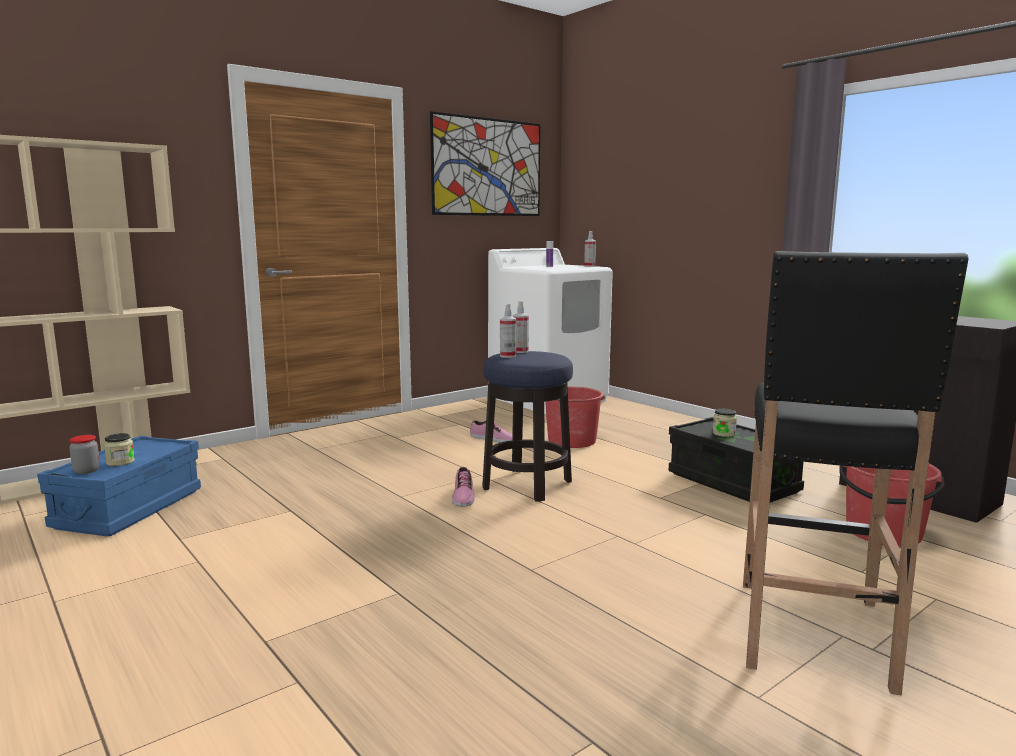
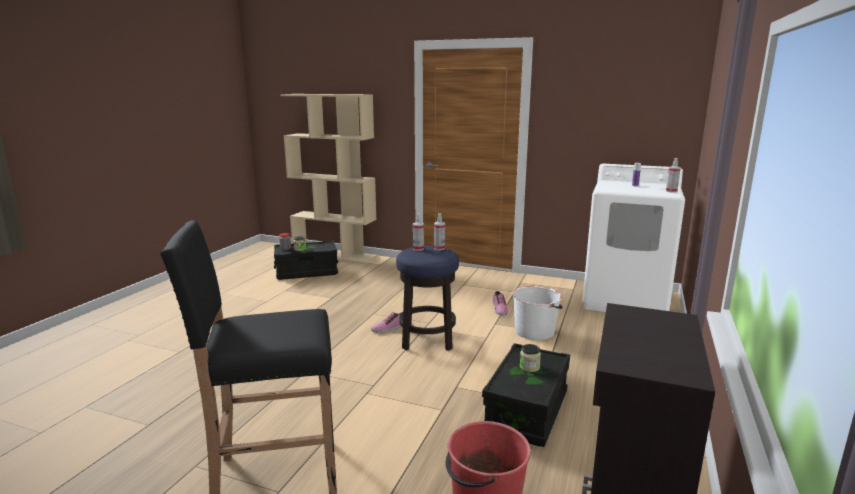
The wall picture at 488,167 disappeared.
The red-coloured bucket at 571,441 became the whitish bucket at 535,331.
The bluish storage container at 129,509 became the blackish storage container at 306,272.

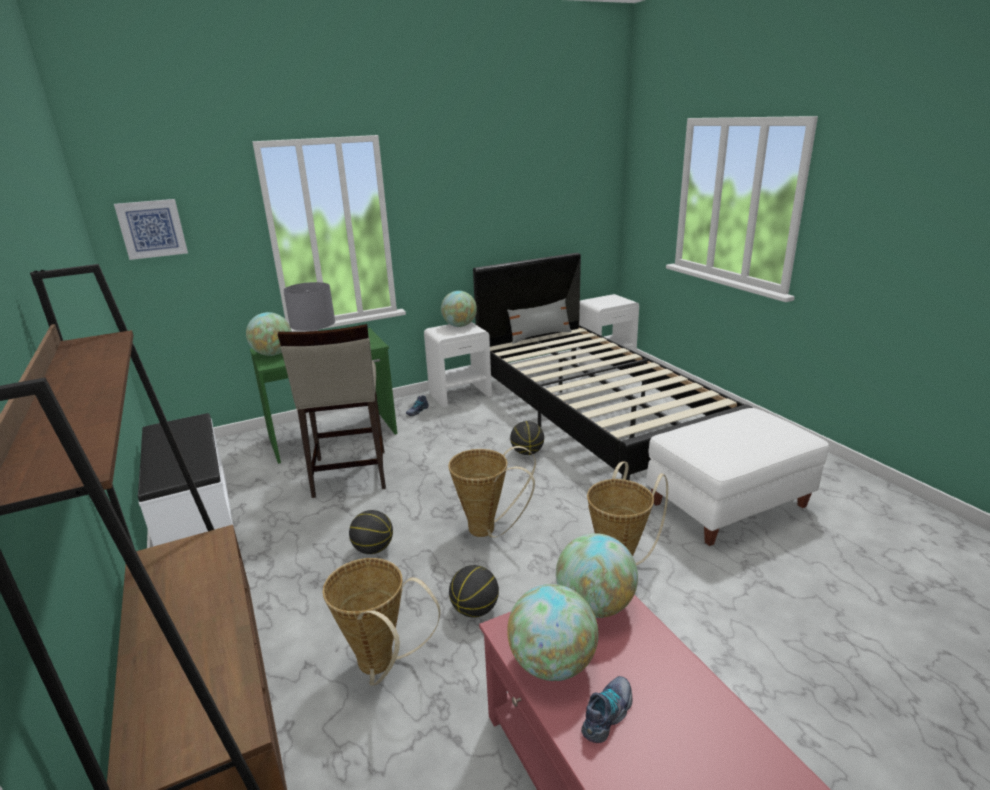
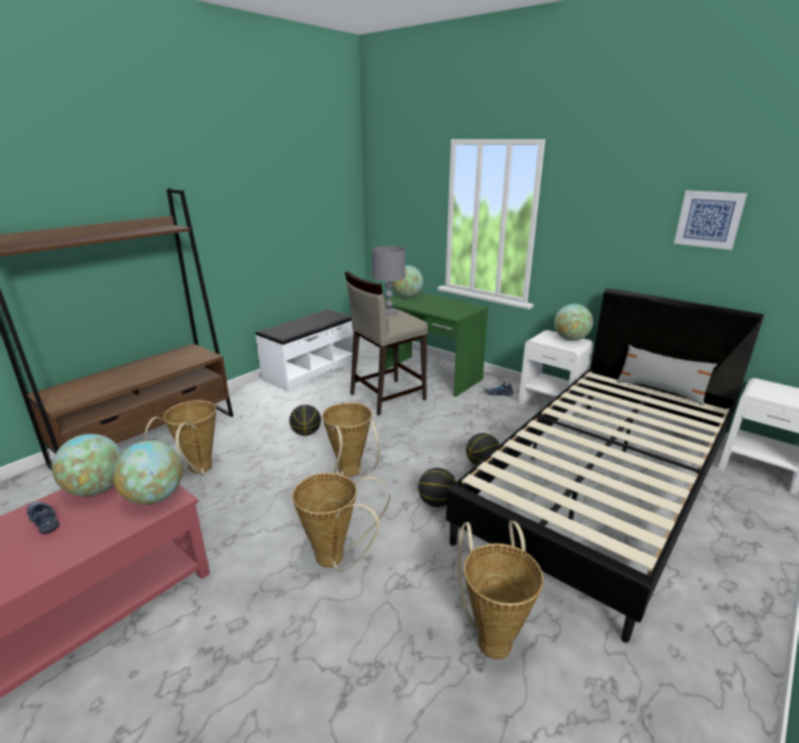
The wall picture moved from 152,229 to 709,219.
The whitish pouffe at 727,504 was replaced by the household basket at 493,637.
The basketball moved from 474,609 to 436,502.
The shoe at 608,714 turned 150 degrees counterclockwise.

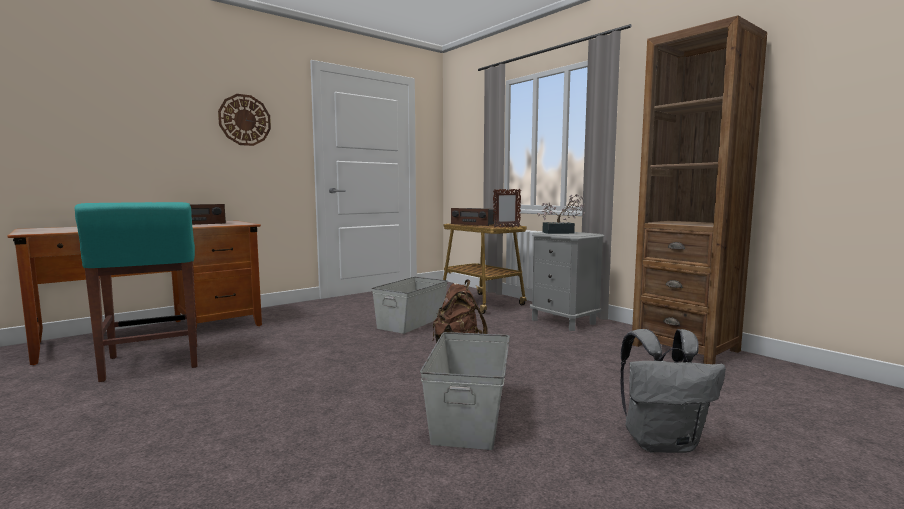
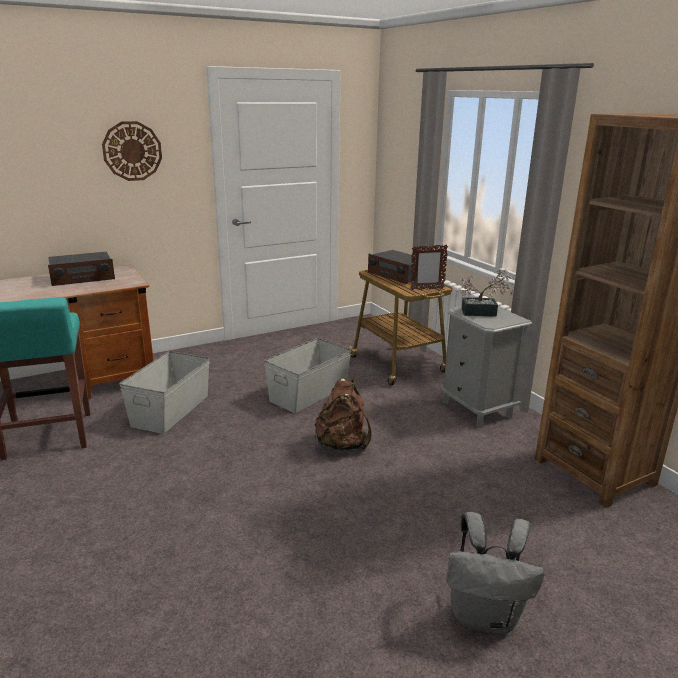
The gray storage container moved from 470,415 to 171,410.

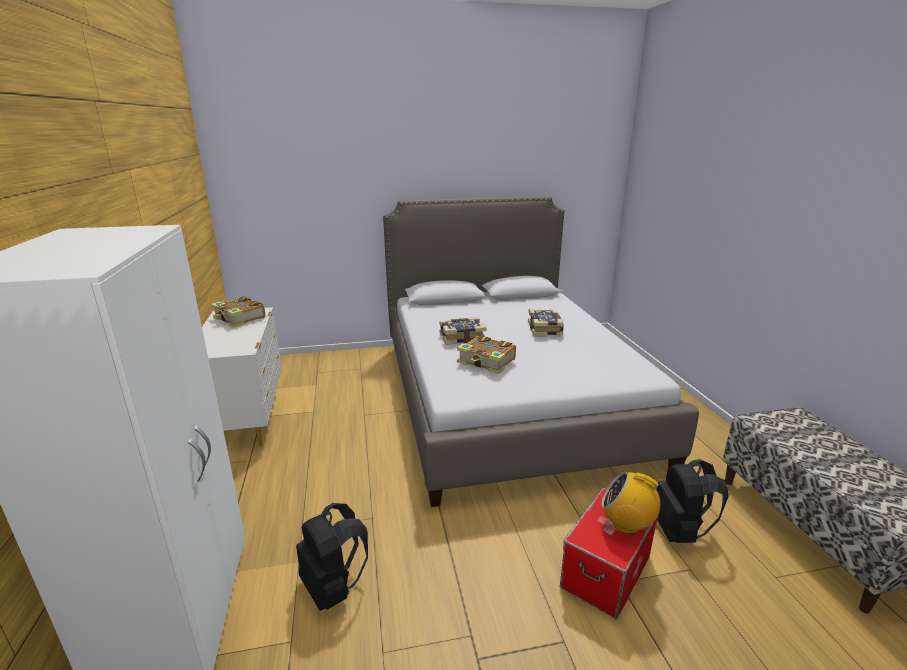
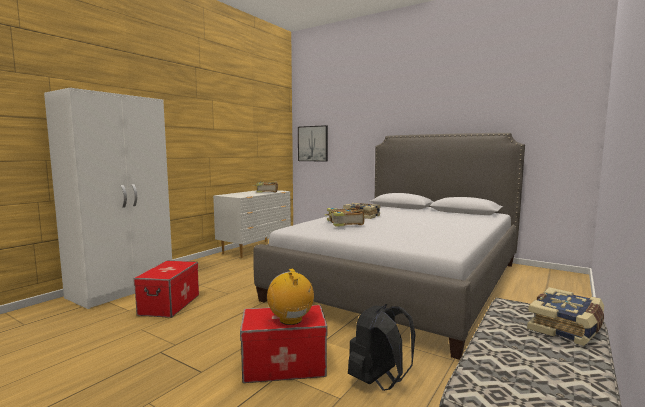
The book moved from 545,329 to 567,328.
The blackish rucksack at 333,587 was replaced by the storage container at 170,305.
The wall picture at 313,143 appeared.

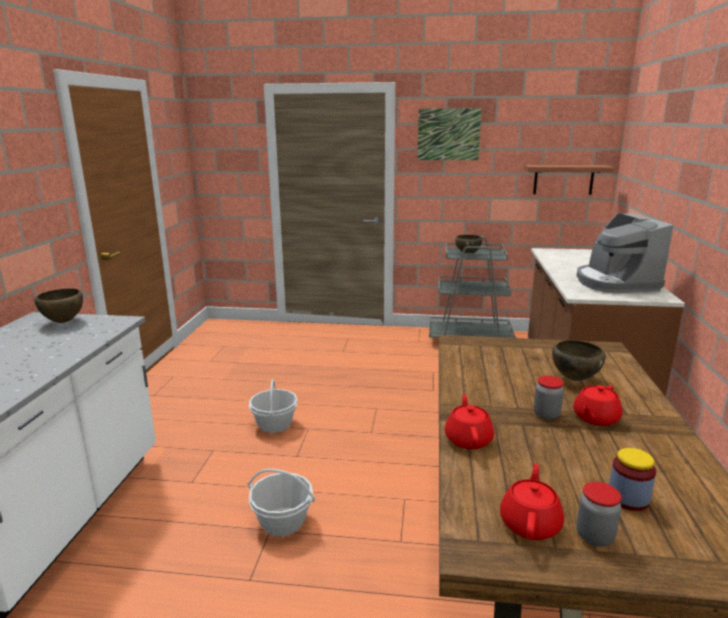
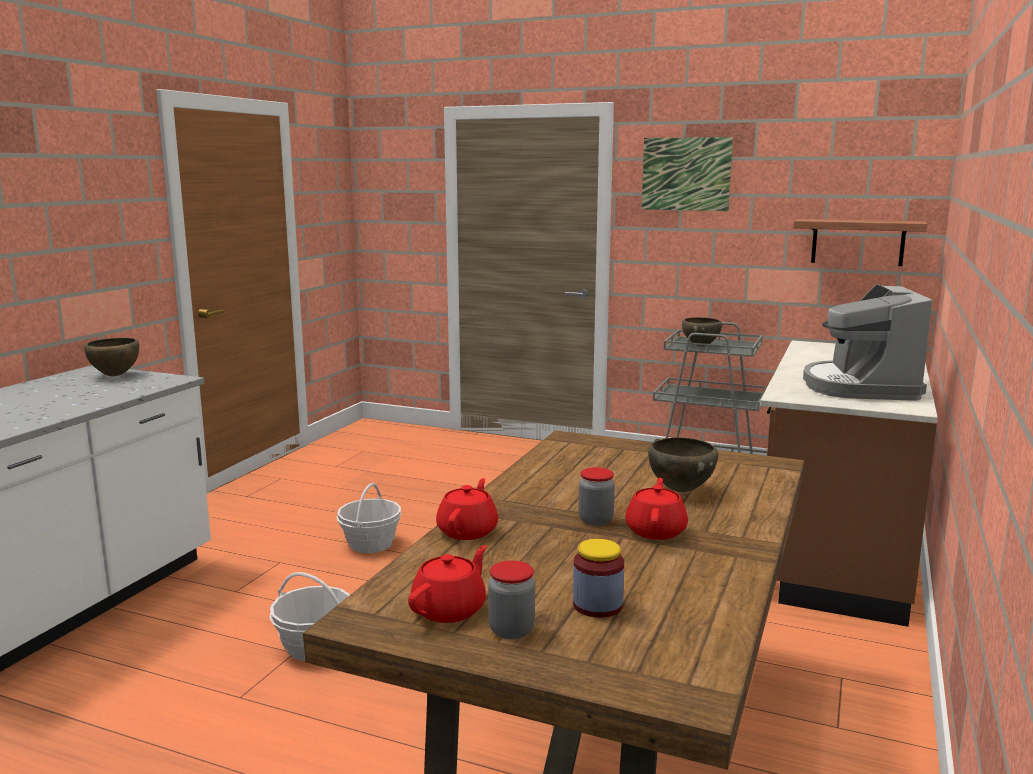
The red-coloured tea pot at 595,418 turned 135 degrees clockwise.

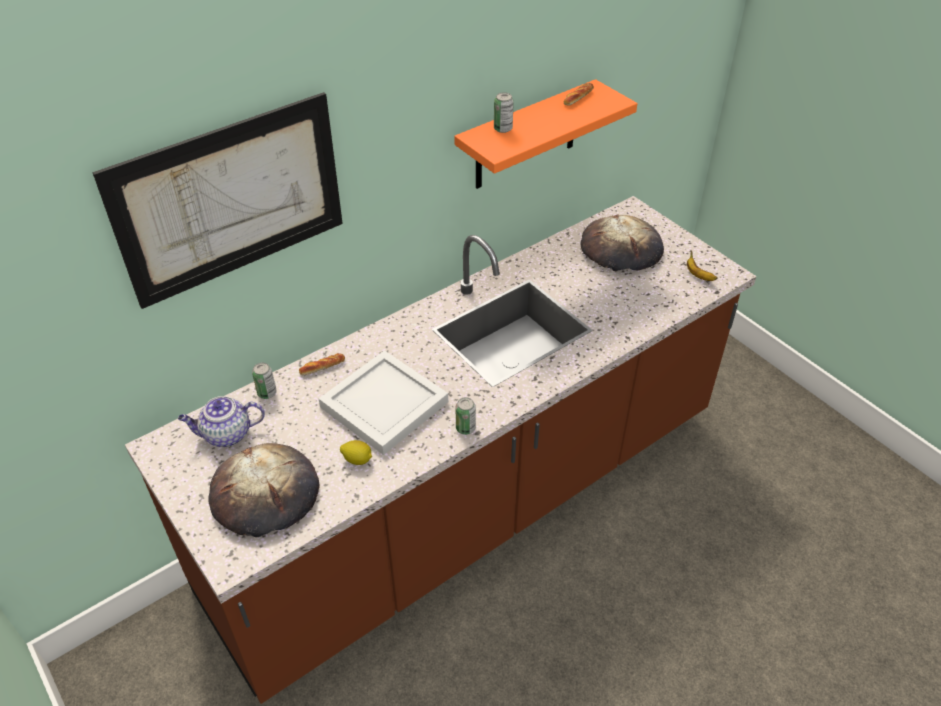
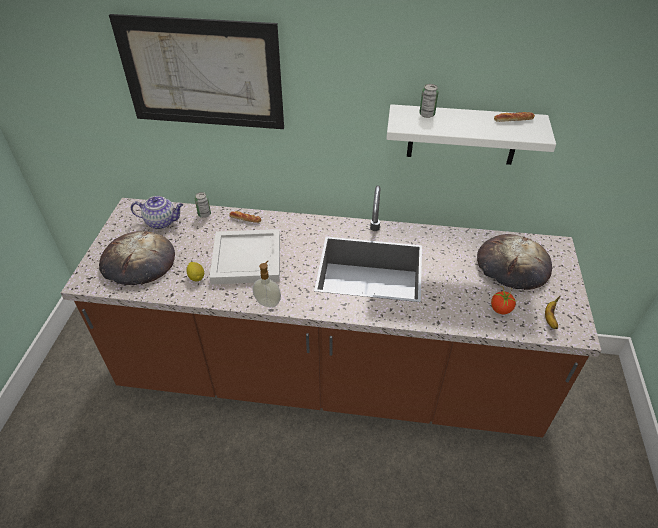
The orange shelf at 526,136 became the whitish shelf at 463,135.
The tea pot at 226,435 turned 150 degrees clockwise.
The sealed can at 465,428 was replaced by the soap bottle at 268,302.
The tomato at 500,309 appeared.

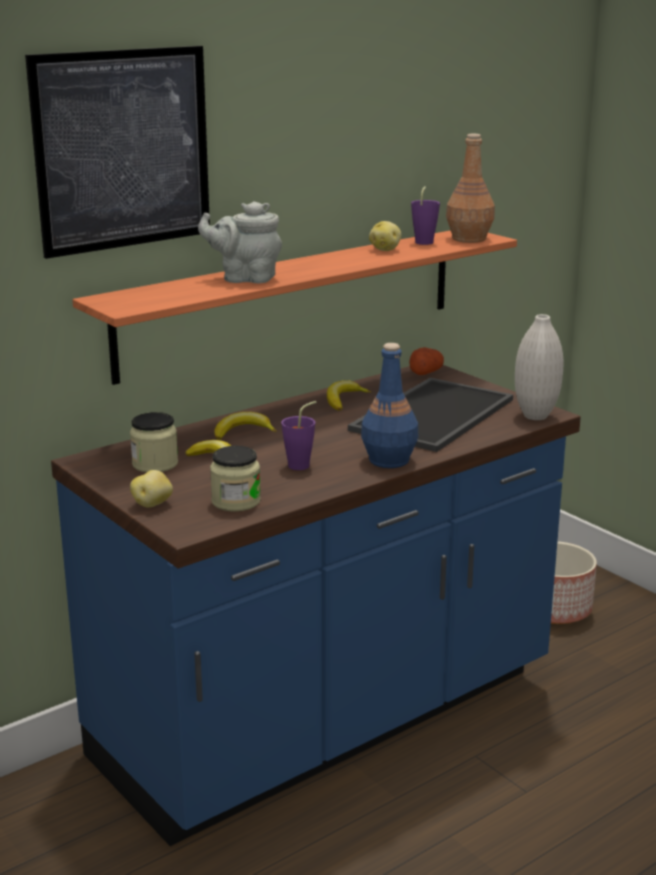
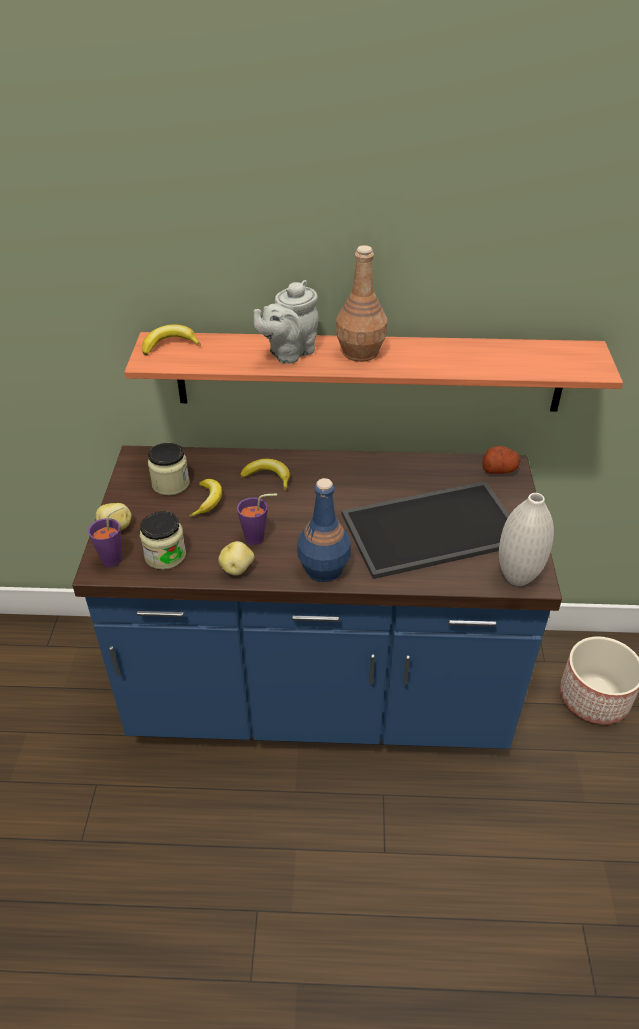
The wall picture at 123,150 disappeared.
The brown-coloured drink bottle moved from 468,239 to 360,352.
The purple cup moved from 425,241 to 116,558.
The gray tea pot at 245,278 turned 90 degrees counterclockwise.
The whole potato moved from 385,249 to 237,568.
The banana moved from 344,400 to 170,345.

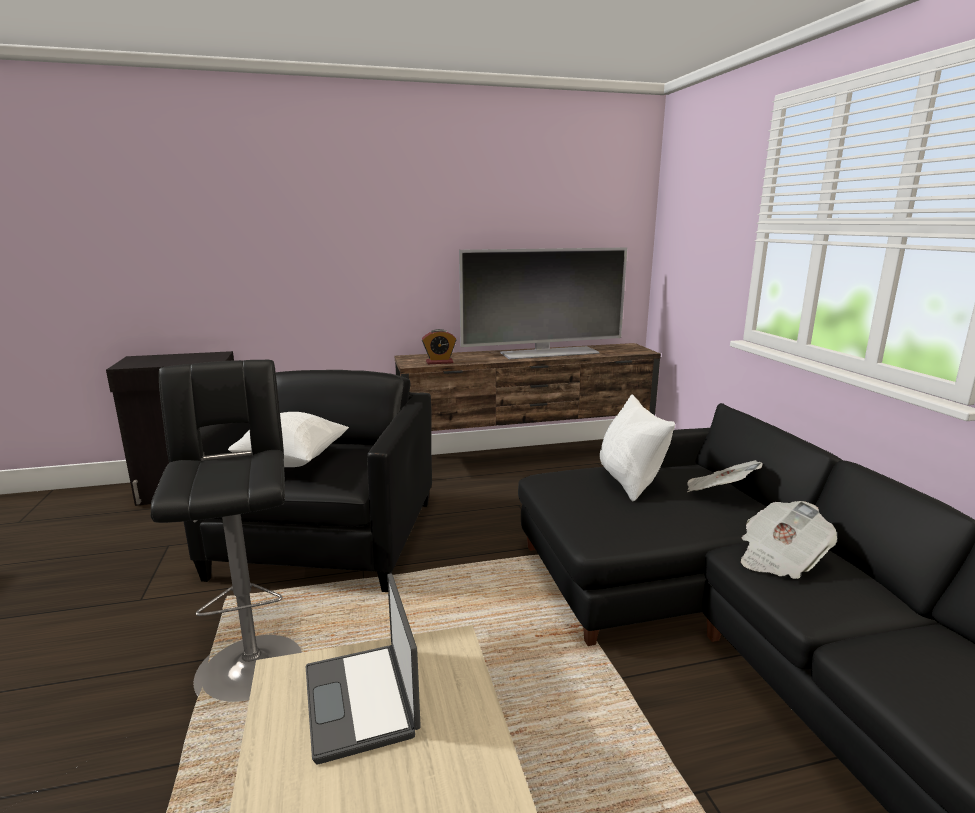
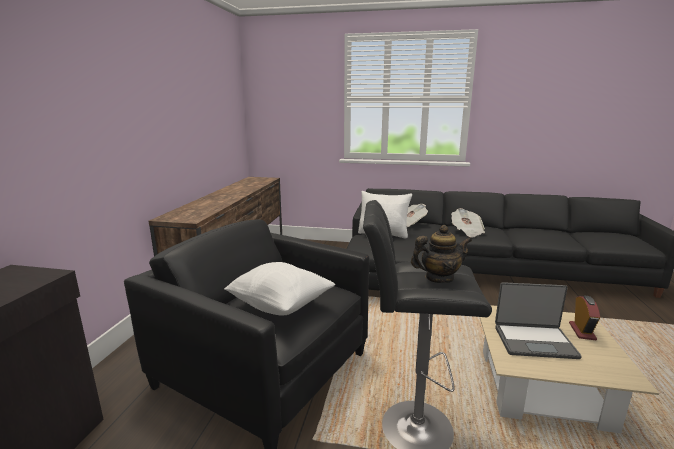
The TV at 548,353 disappeared.
The bedside clock moved from 439,362 to 582,331.
The tea pot at 439,278 appeared.

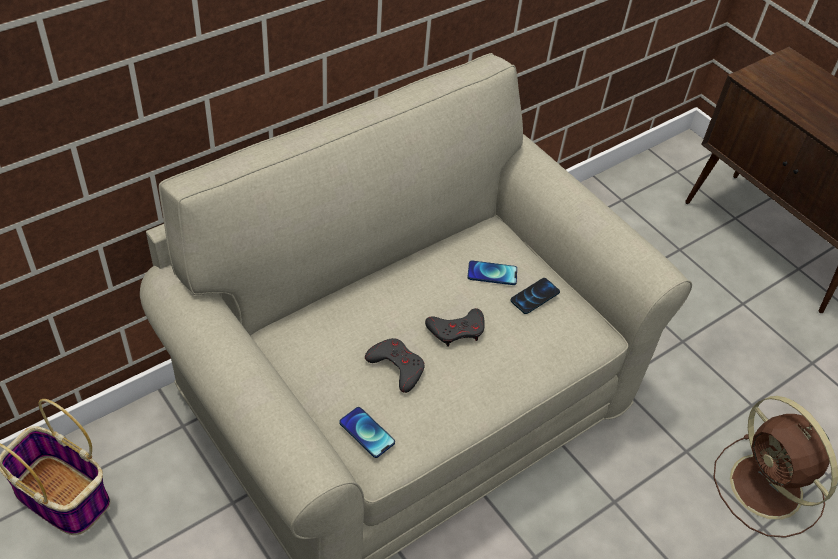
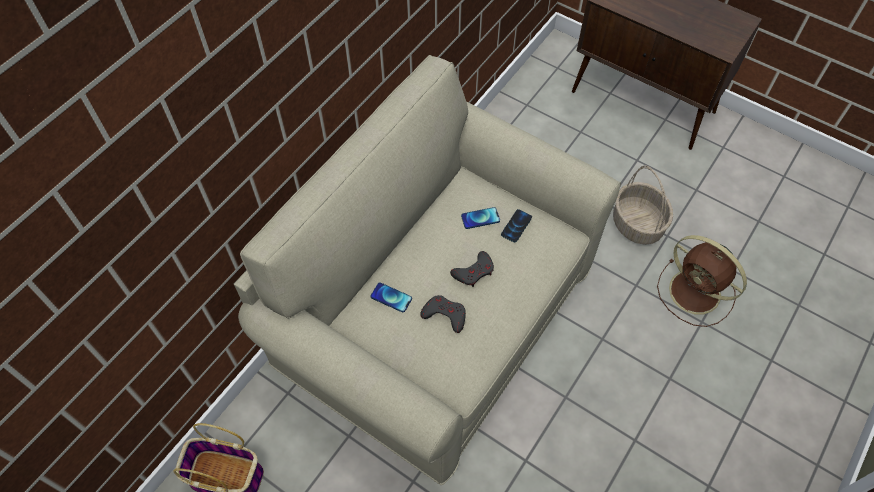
The handset moved from 367,432 to 391,297.
The household basket at 636,224 appeared.

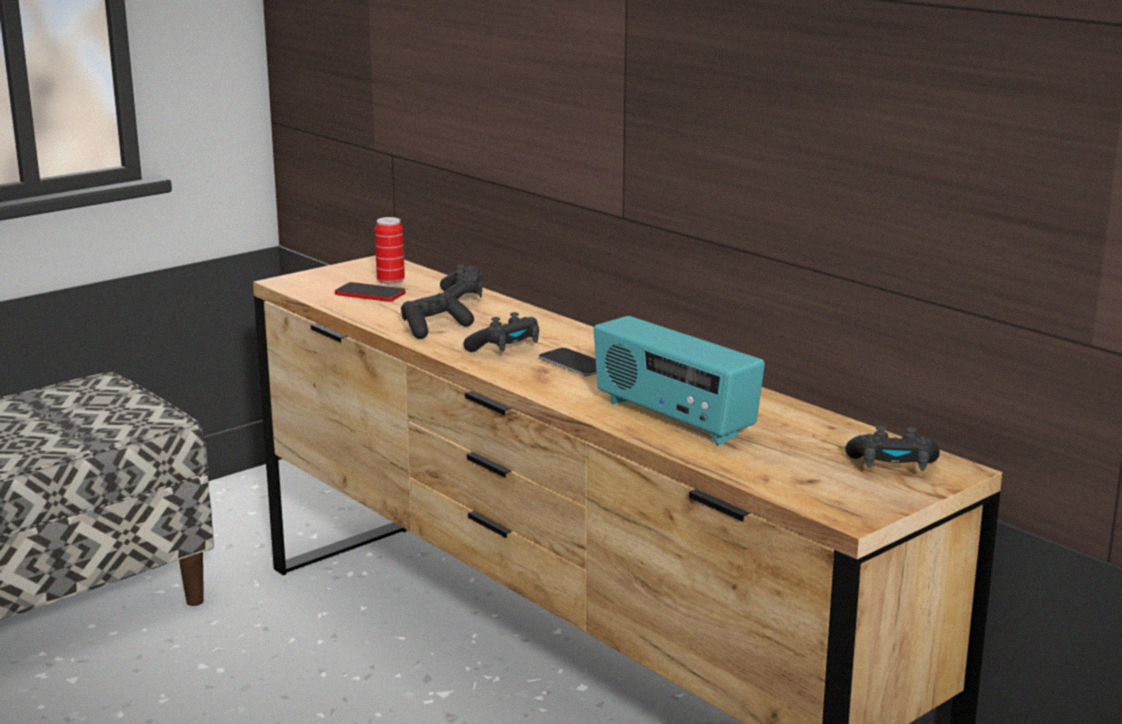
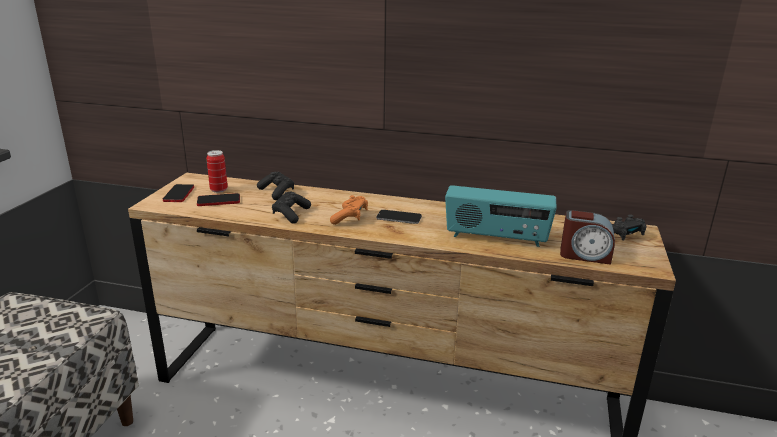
The blackish game controller at 505,349 became the orange game controller at 350,218.
The handset at 179,194 appeared.
The bedside clock at 585,255 appeared.

